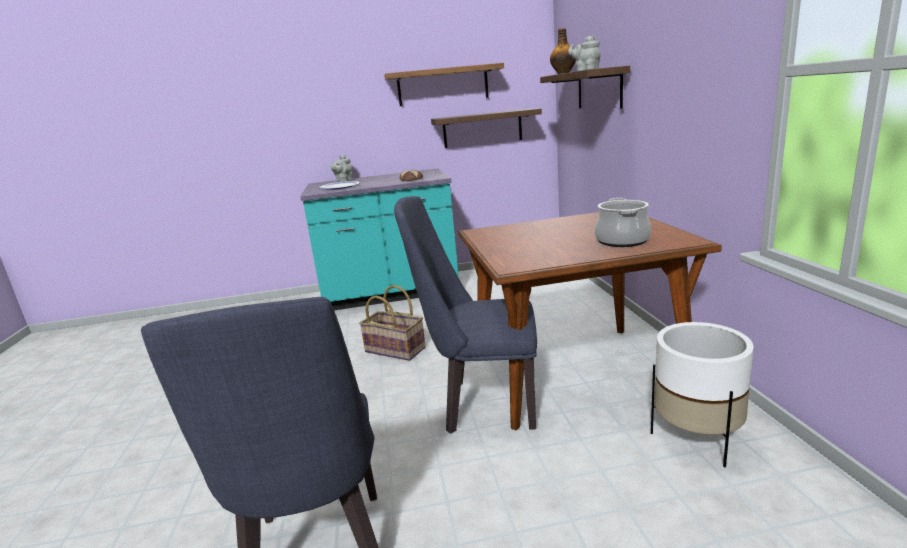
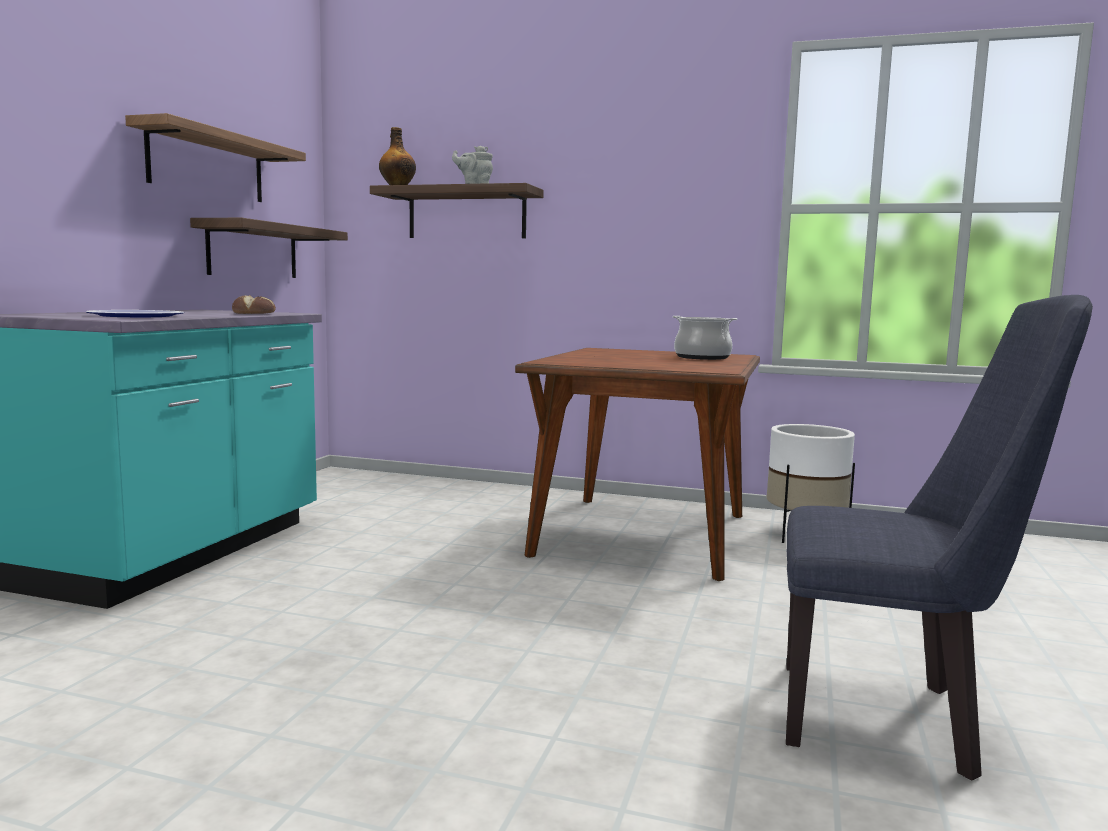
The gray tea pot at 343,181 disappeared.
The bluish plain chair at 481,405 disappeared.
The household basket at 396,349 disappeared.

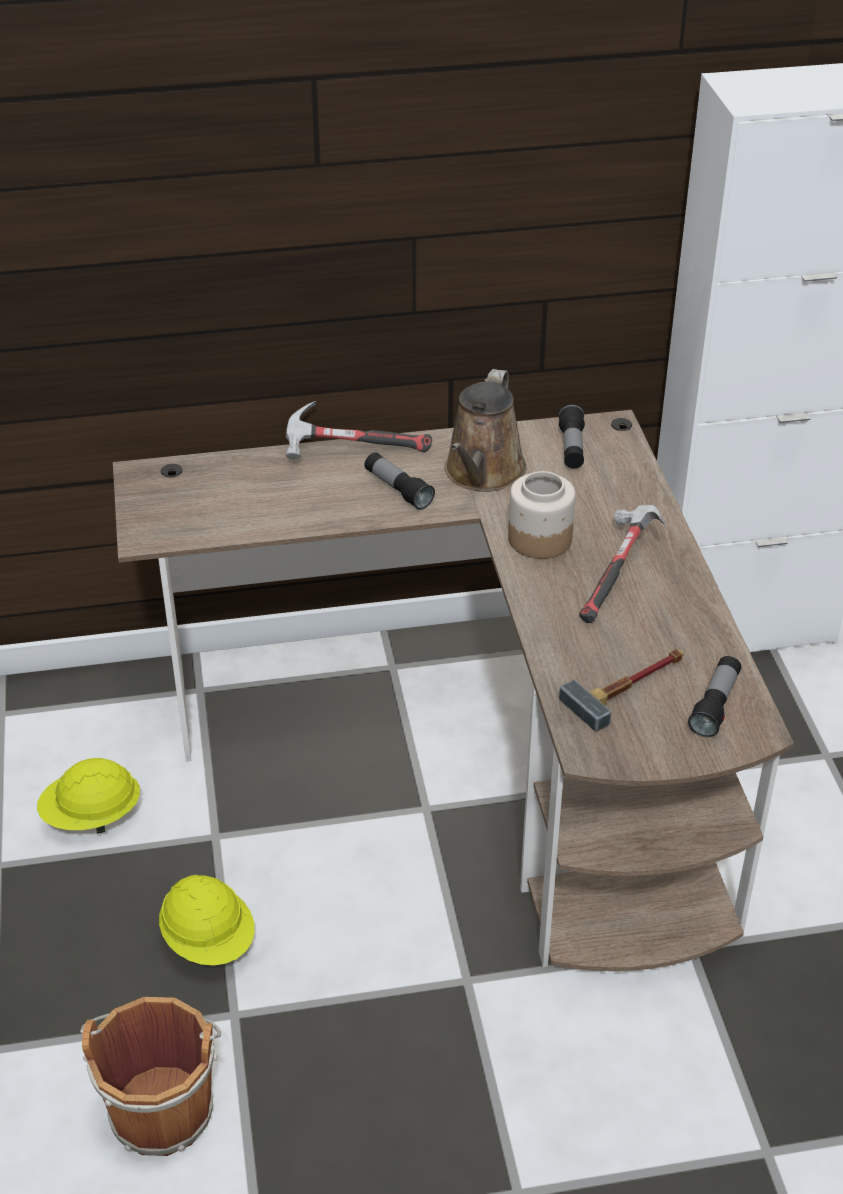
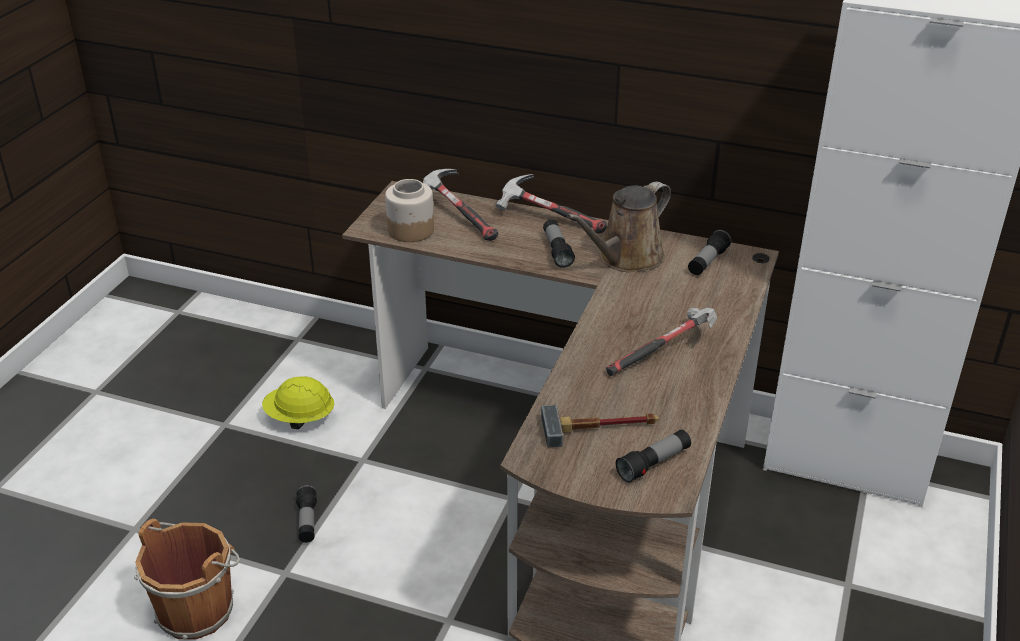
The preserve jar moved from 539,539 to 410,230.
The yellow work helmet at 209,941 was replaced by the hand torch at 307,521.
The hand hammer at 458,216 appeared.

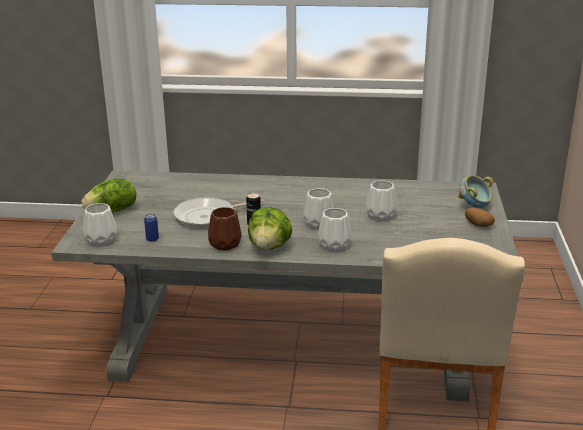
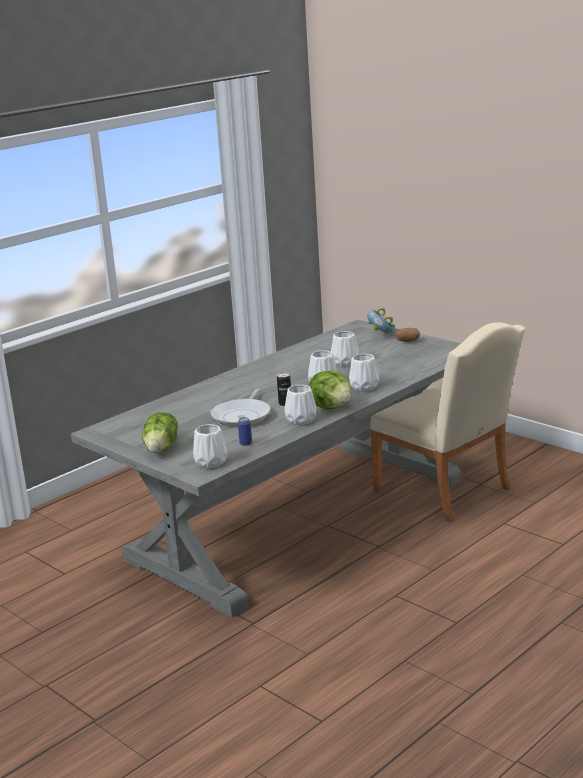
The brown-coloured flower vase at 224,244 became the whitish flower vase at 300,420.

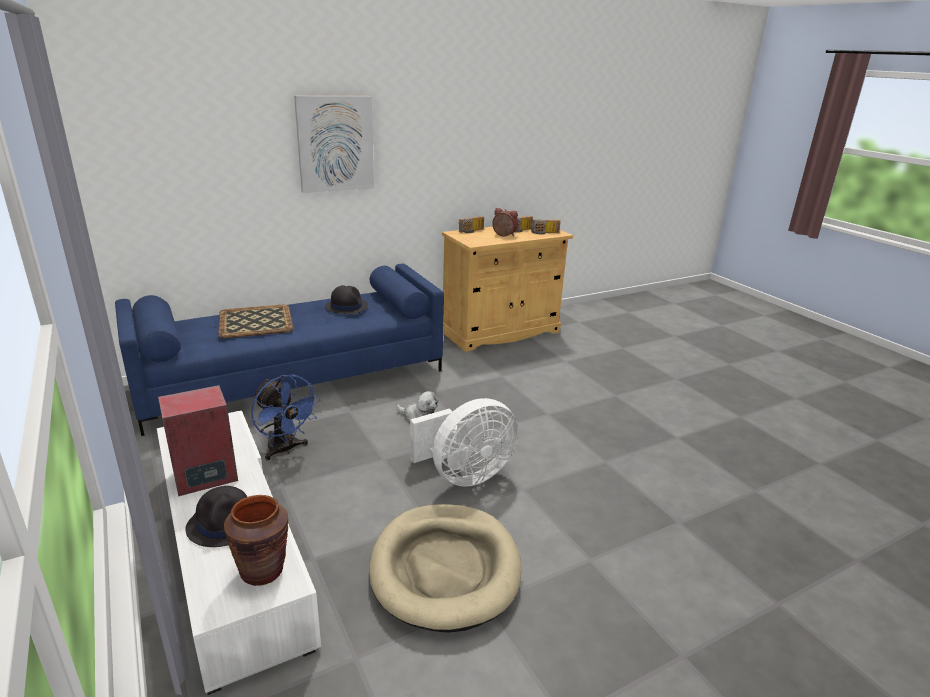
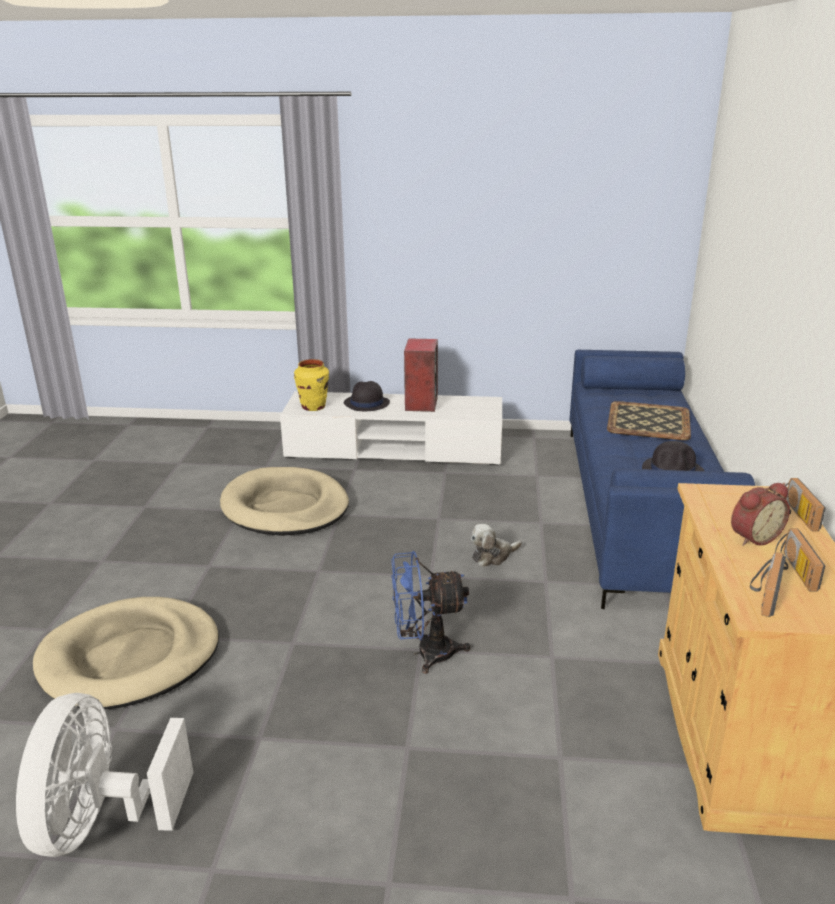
The wall picture at 335,144 disappeared.
The bluish electric fan moved from 285,450 to 425,653.
The whitish electric fan moved from 464,475 to 102,821.
The brown-coloured flower vase at 263,570 became the yellow flower vase at 313,407.
The beige-coloured pet bed at 130,658 appeared.

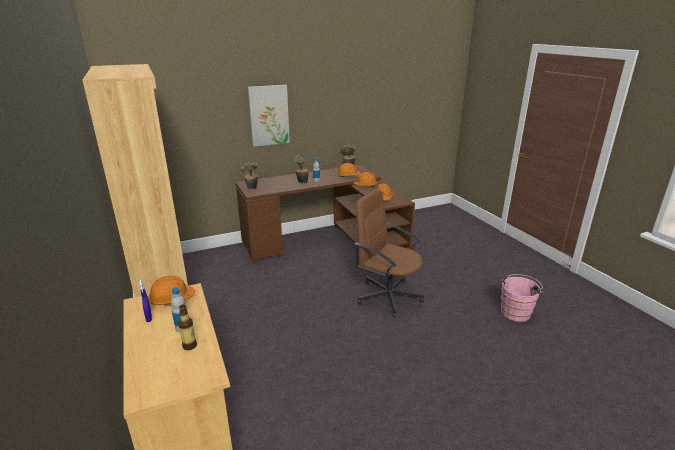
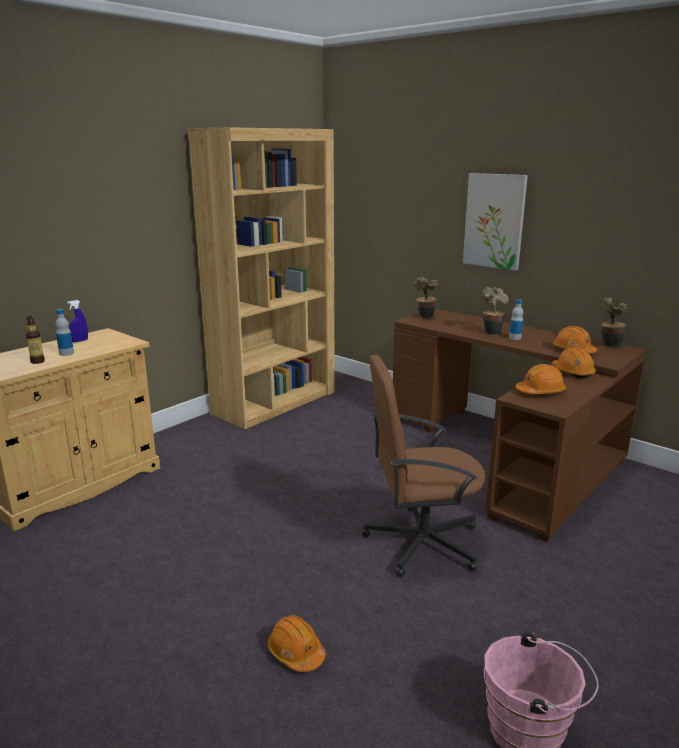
The brown-coloured desk chair at 388,296 turned 105 degrees counterclockwise.
The orange work helmet moved from 171,299 to 296,652.

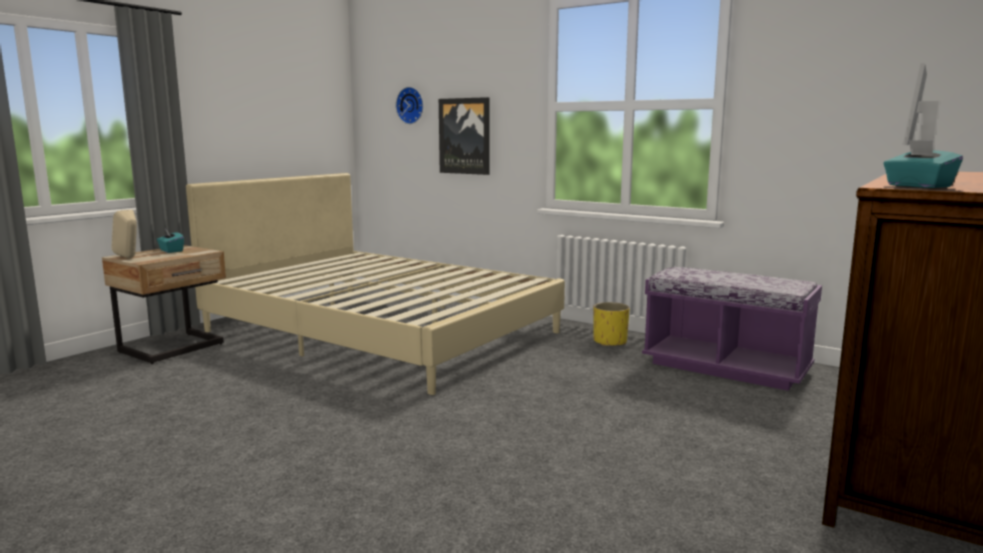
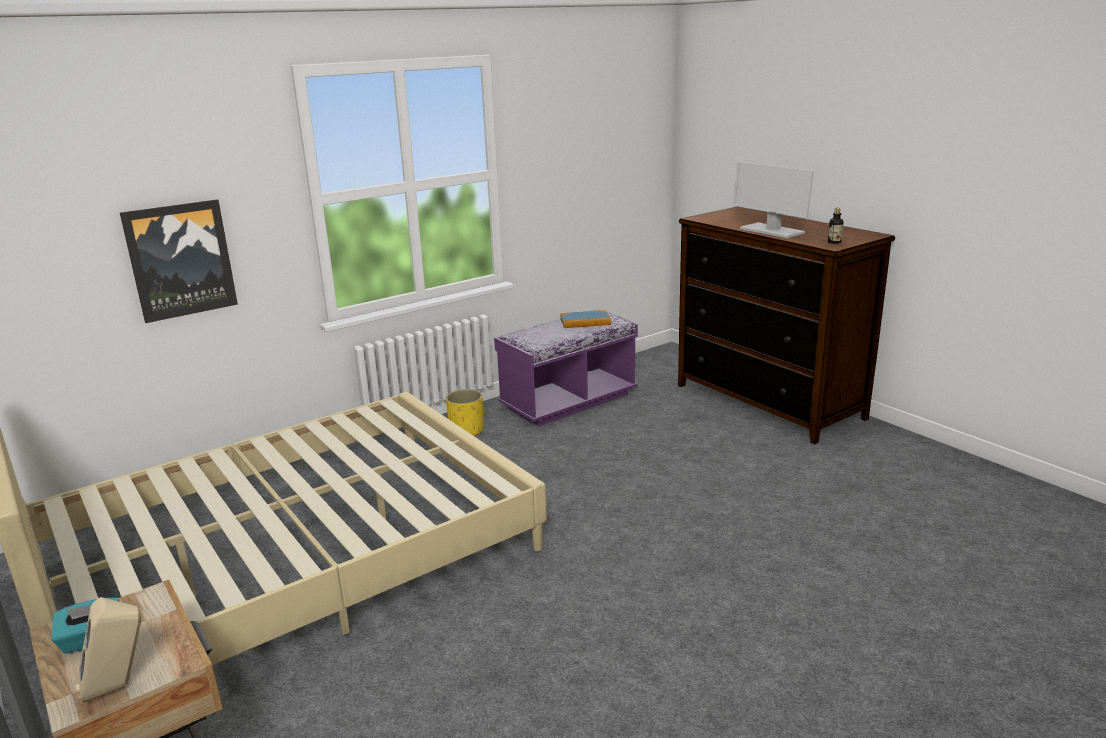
The wall clock at 411,105 disappeared.
The turquoise-coloured tissue holder at 918,186 was replaced by the drink bottle at 834,242.
The book at 585,322 appeared.

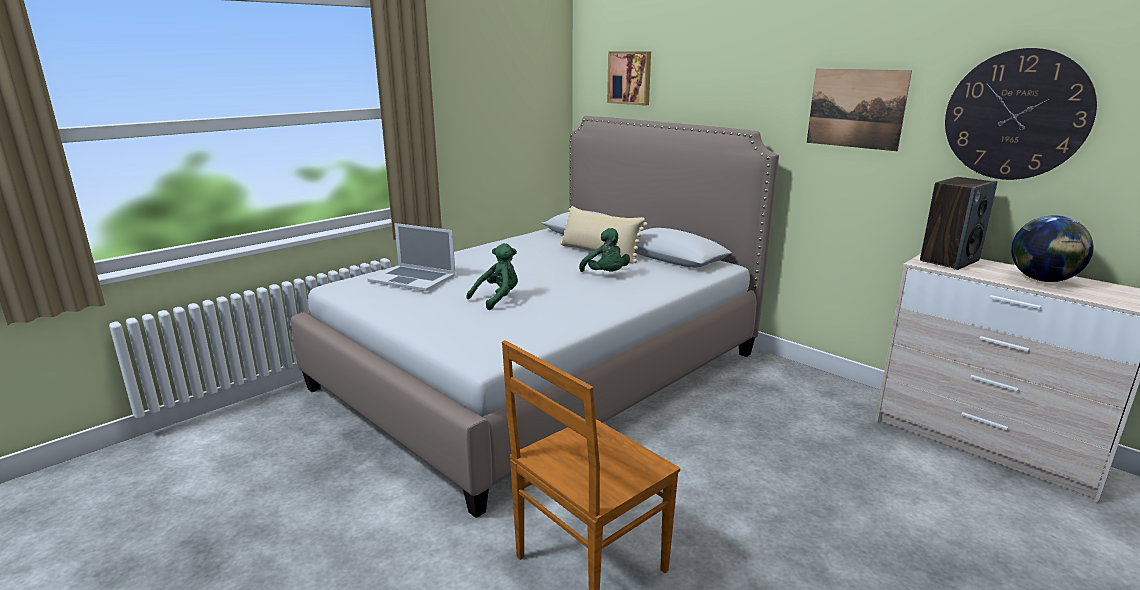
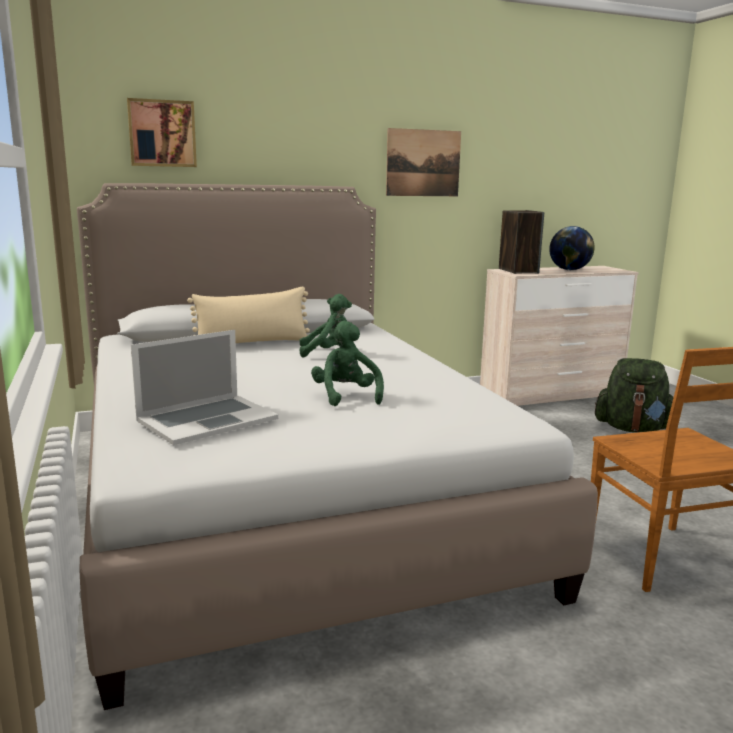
The wall clock at 1016,115 disappeared.
The greenish rucksack at 632,429 appeared.

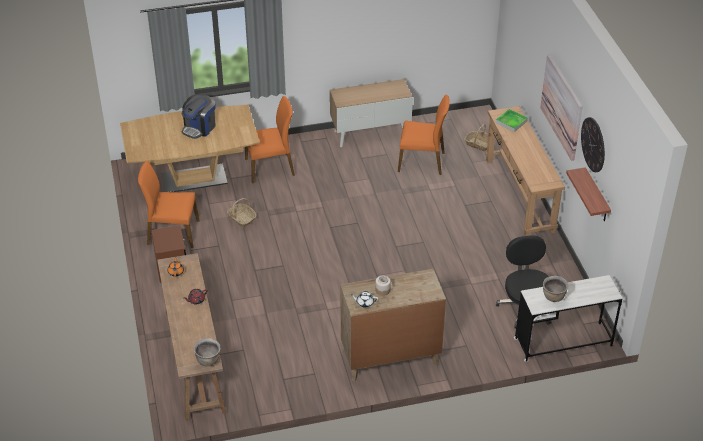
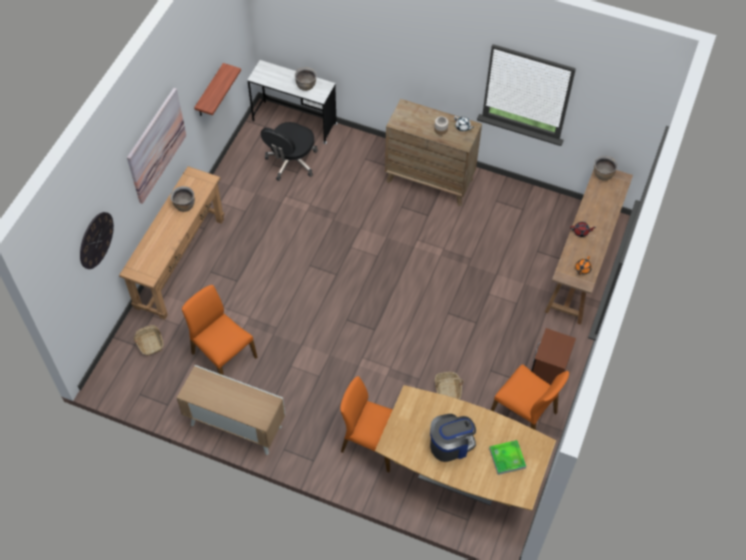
The carrying tray moved from 511,122 to 507,458.
The wall clock moved from 593,144 to 96,240.
The brown-coloured saucepot at 184,205 appeared.

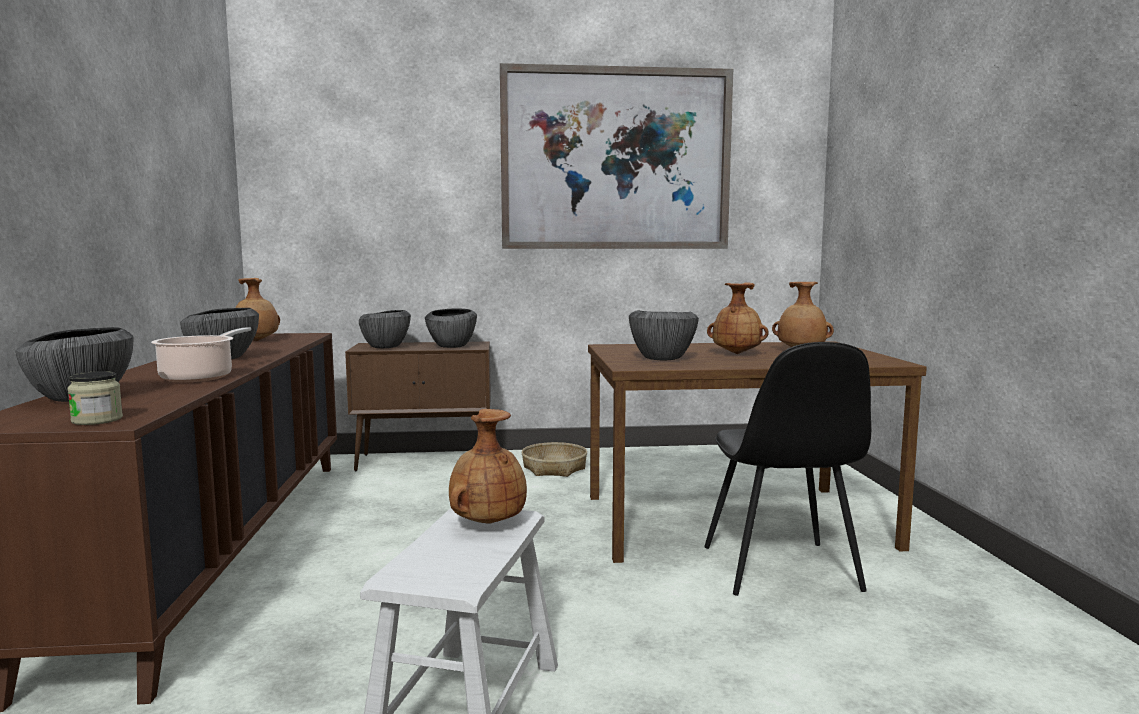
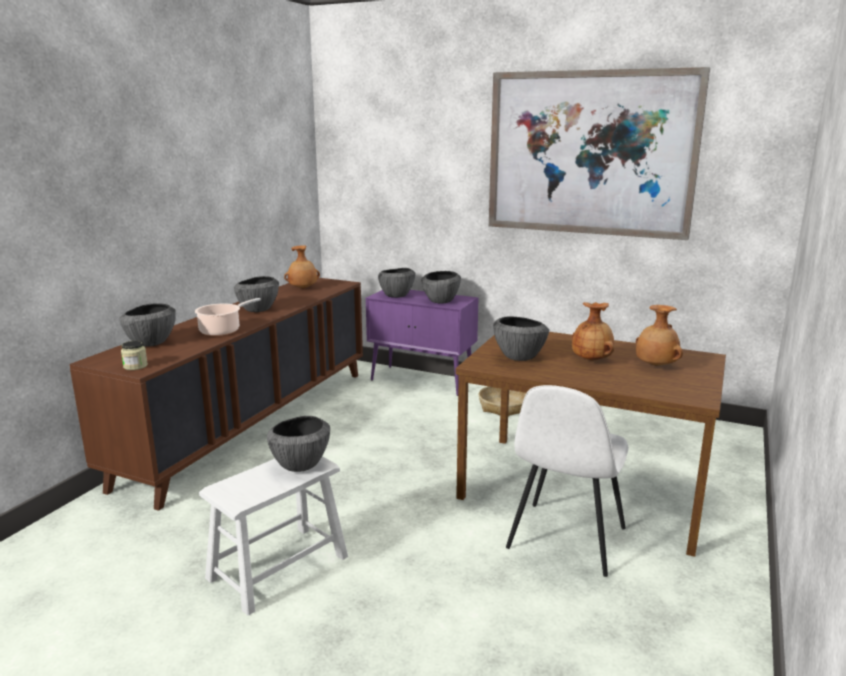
The brown-coloured cupboard at 426,461 became the purple cupboard at 423,381.
The blackish plain chair at 781,570 became the whitish plain chair at 565,540.
The brown-coloured flower vase at 487,522 was replaced by the deep dish at 300,465.

